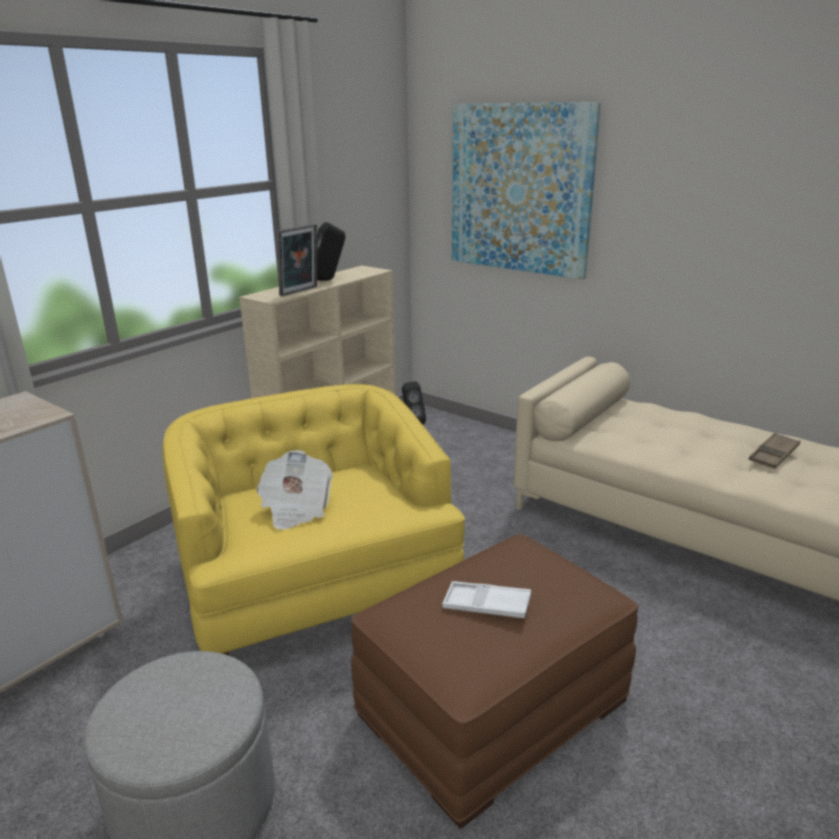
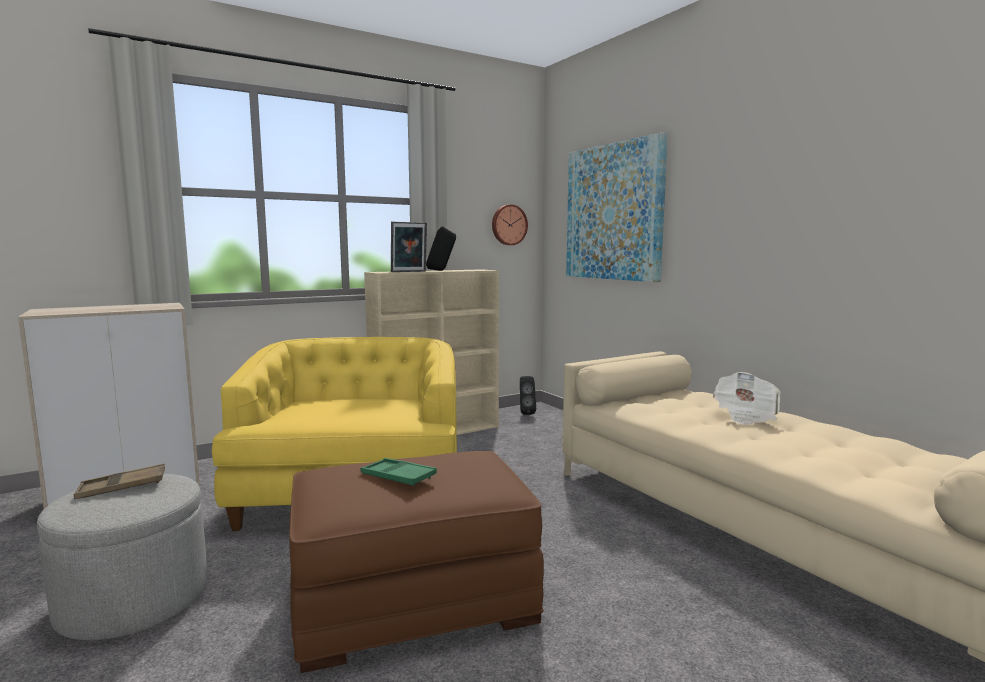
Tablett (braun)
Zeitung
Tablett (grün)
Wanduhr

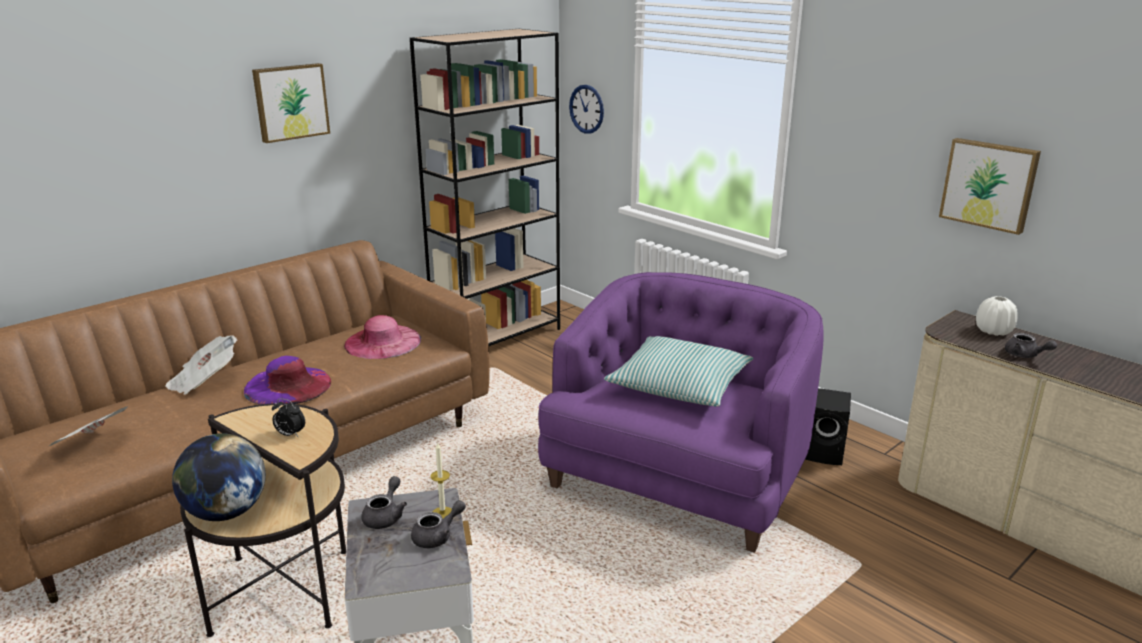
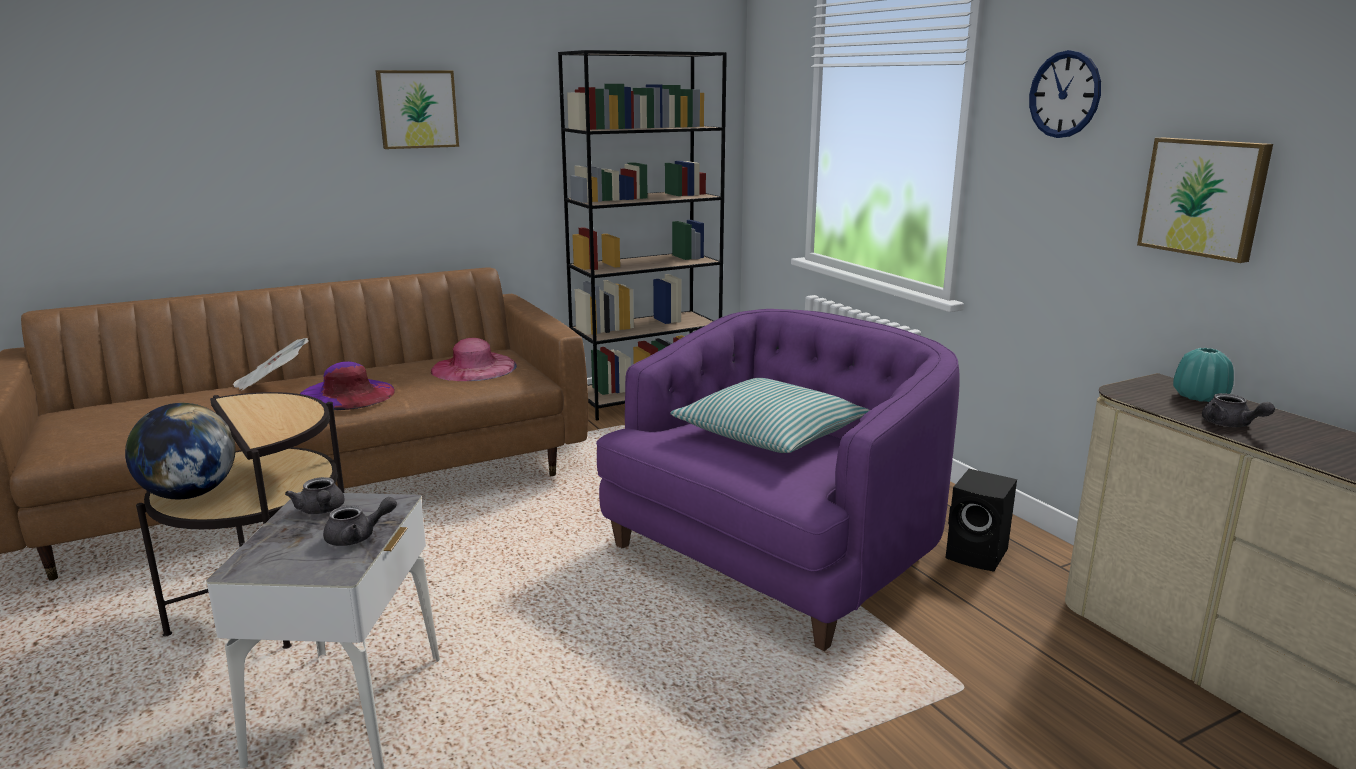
Wanduhr
Vase (türkis)
Wecker
Zeitung (no. 1 from left in the first image)
Kerze
Teekanne (grau) (no. 1 from left)

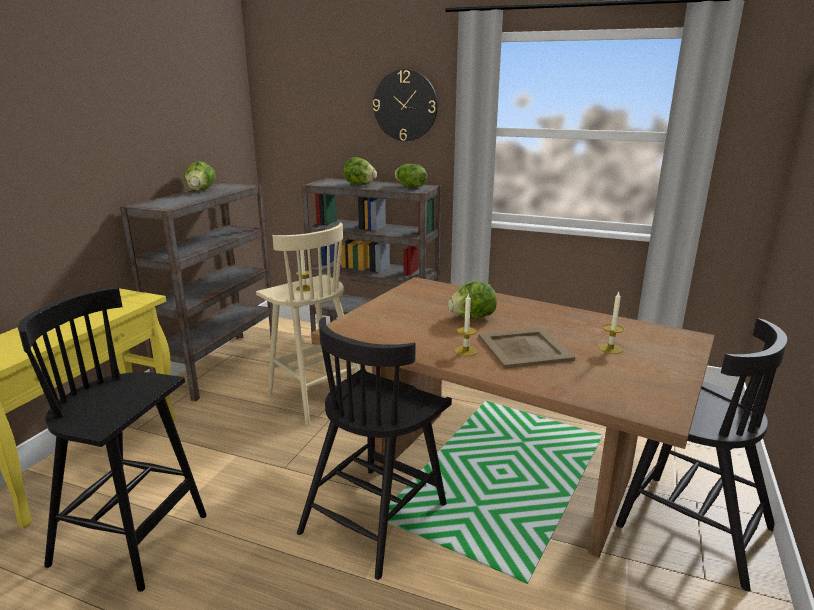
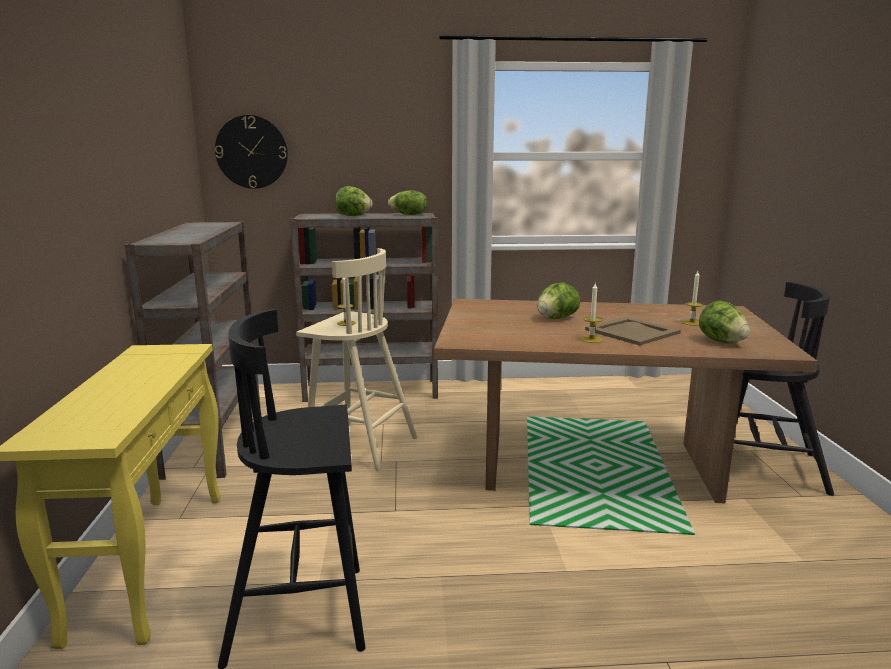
Wanduhr
Salatkopf (no. 4 from left)
Stuhl (schwarz) (no. 1 from left in the first image)

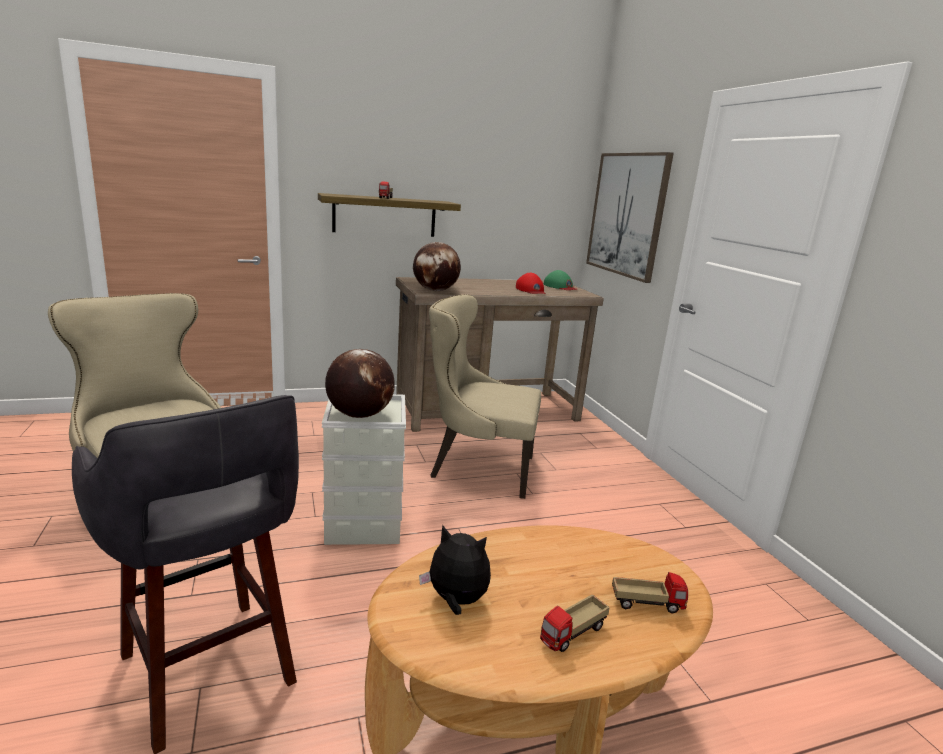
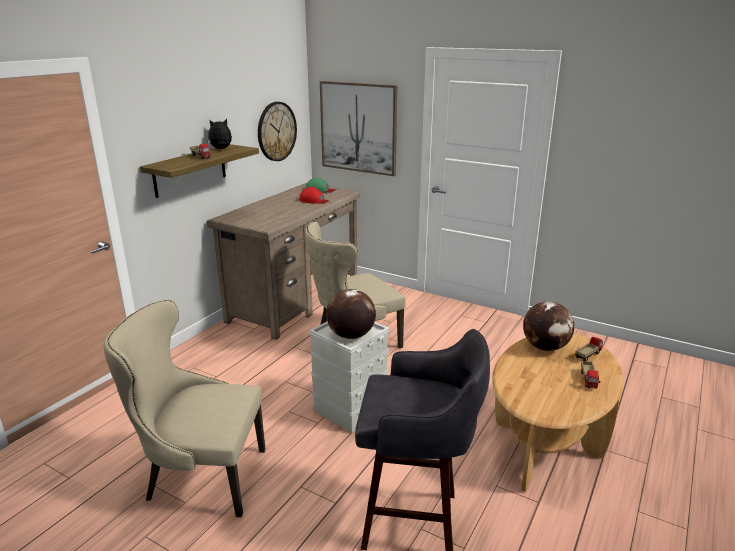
Globus (no. 2 from left)
Plüschtier
Wanduhr

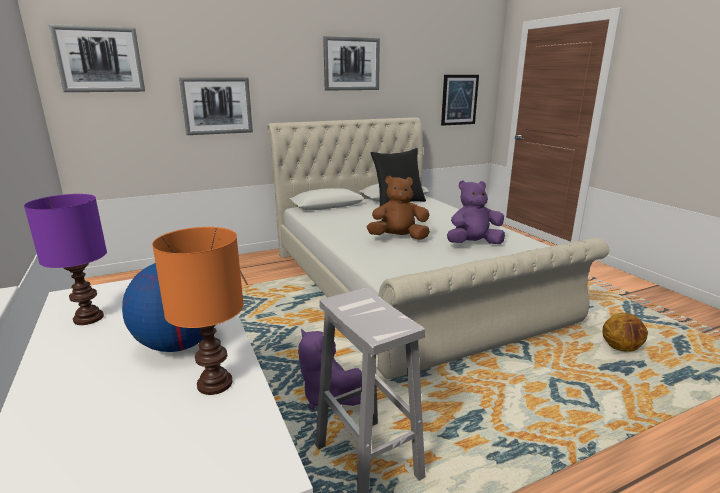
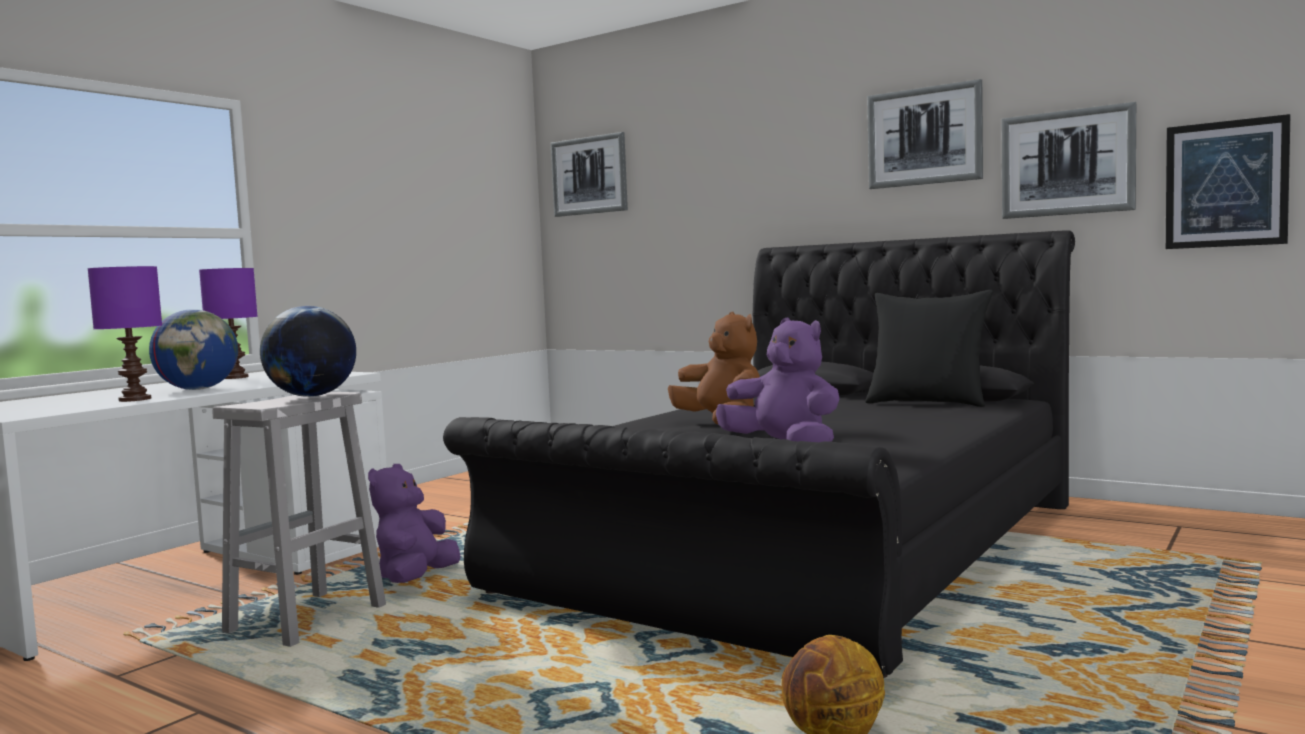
Bild (no. 3 from left)
Bett (schwarz)
Tischlampe (lila) (no. 1 from left)
Globus (no. 2 from left)

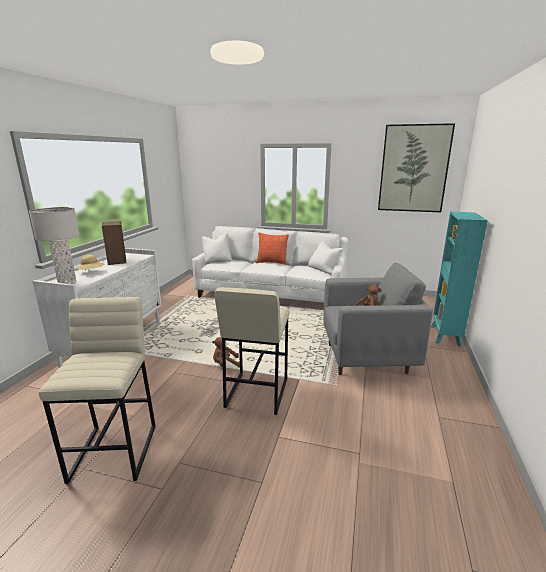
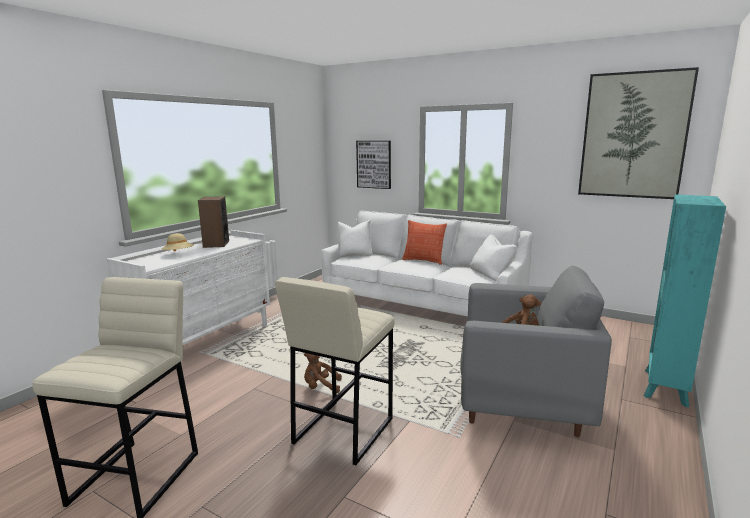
Tischlampe (weiß)
Bild (no. 1 from left)

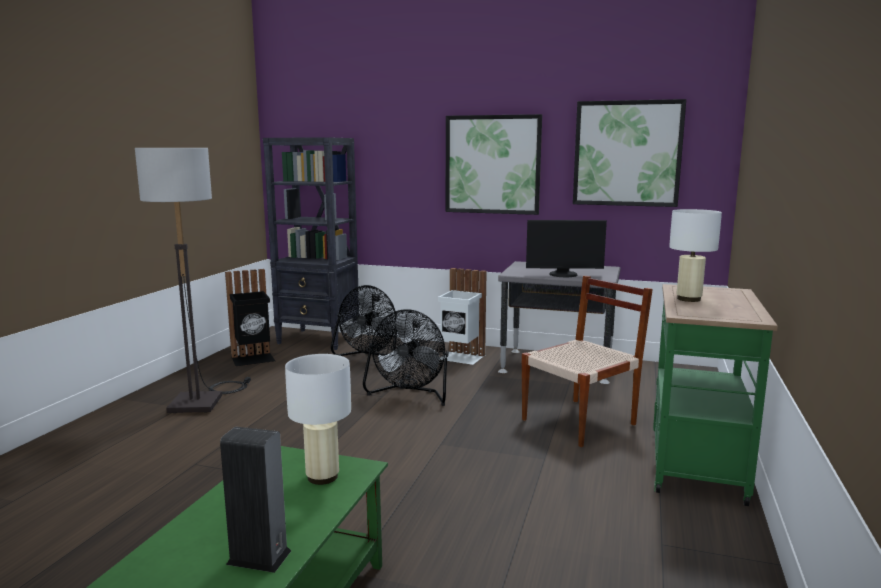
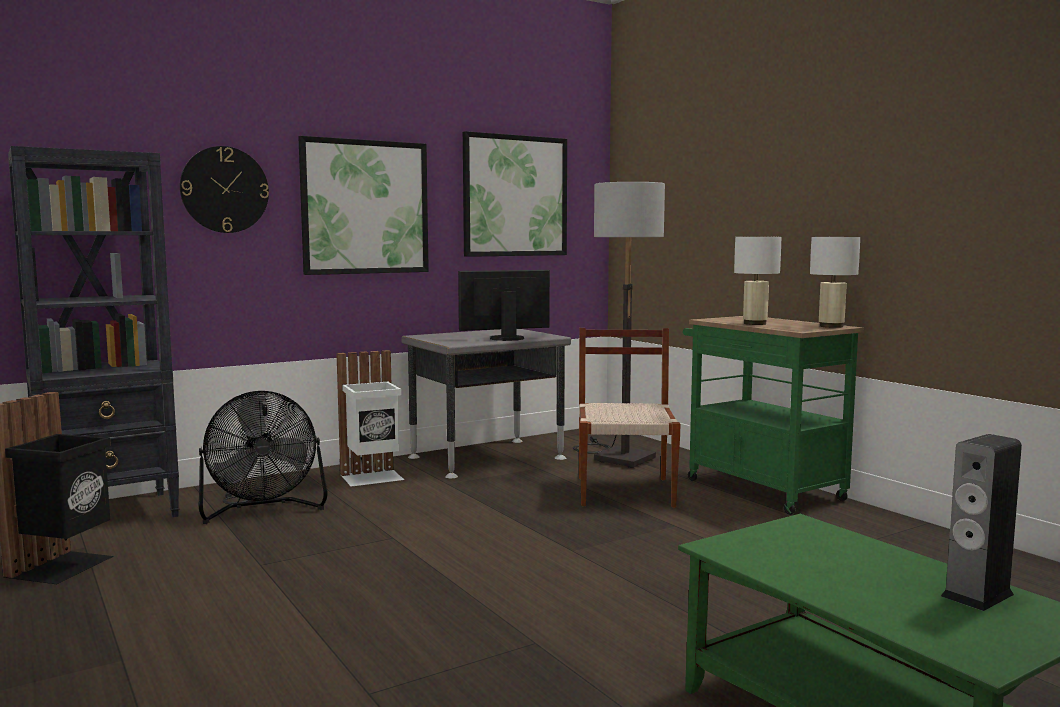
Stehlampe
Monitor
Ventilator (schwarz) (no. 2 from left in the first image)
Tischlampe (weiß) (no. 2 from left)
Wanduhr

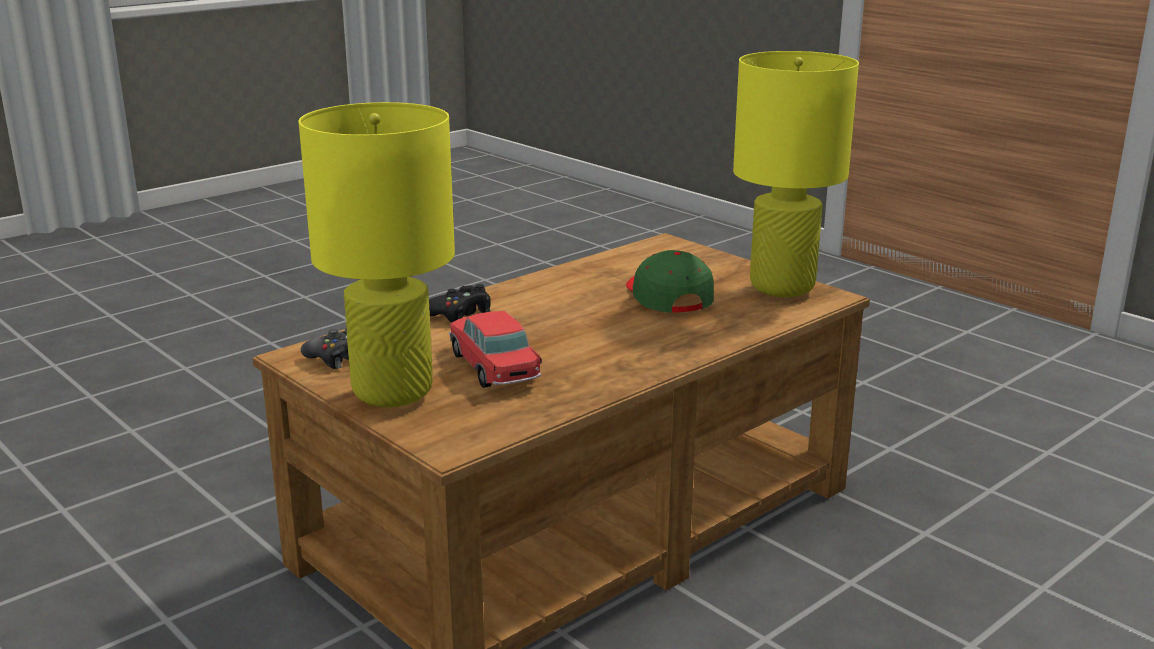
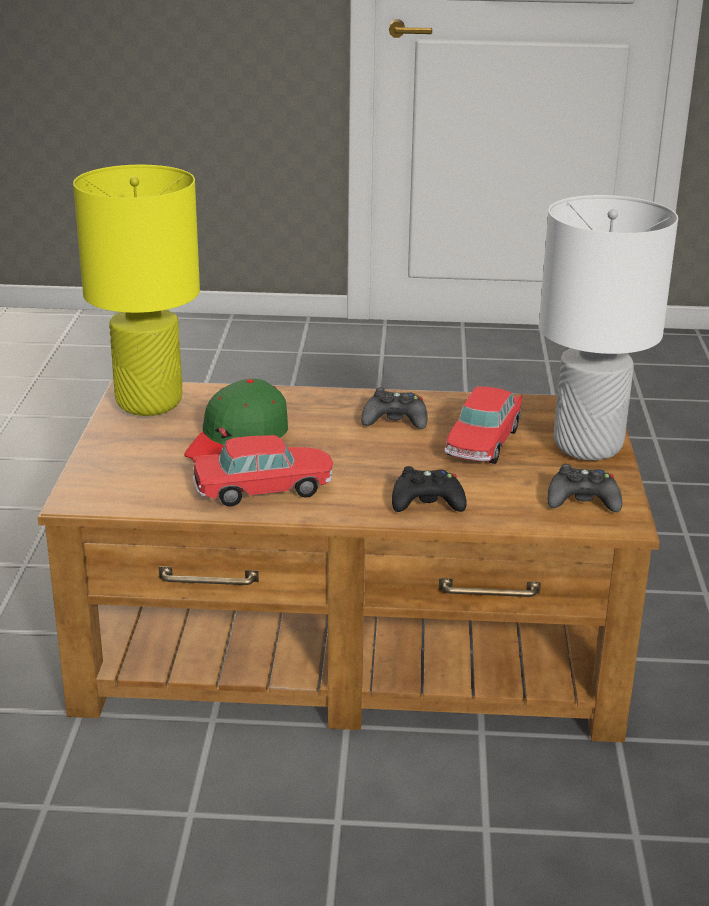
Tischlampe (weiß)
Gamepad (schwarz) (no. 1 from left)
Spielzeugauto (no. 1 from left)

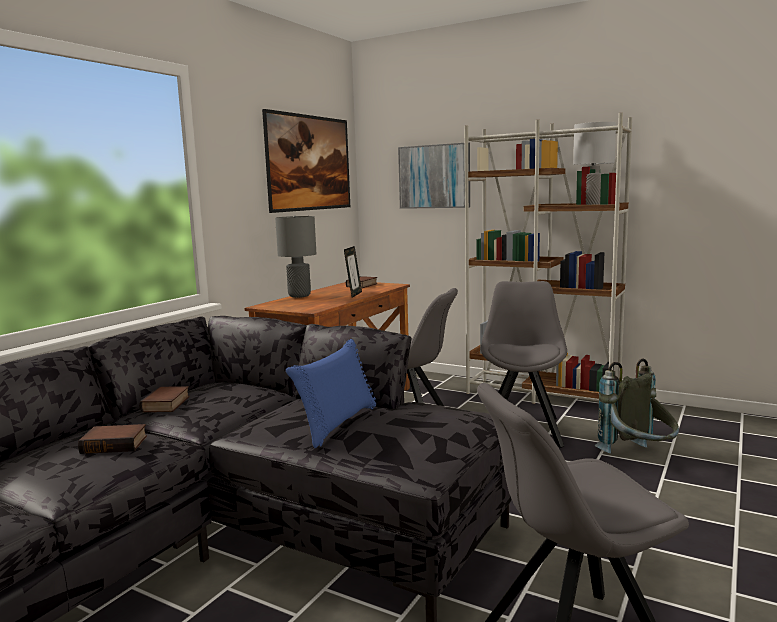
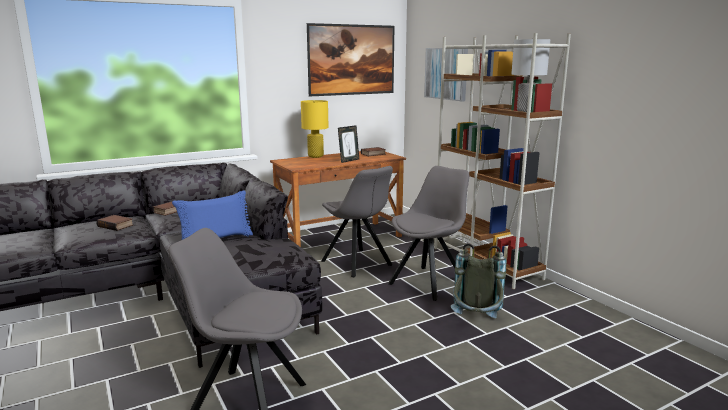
Tischlampe (gelb)

